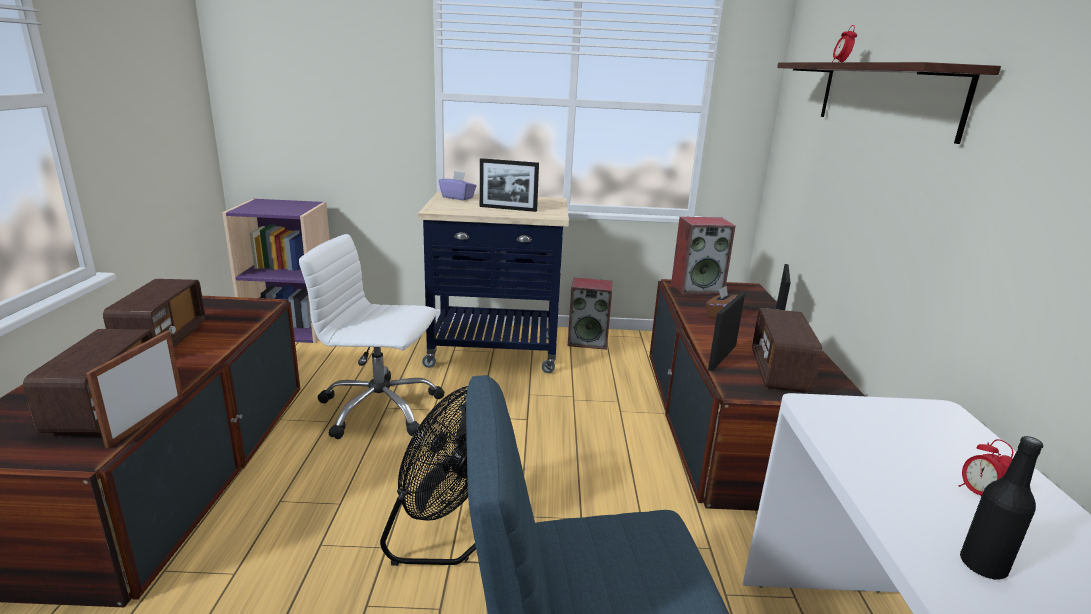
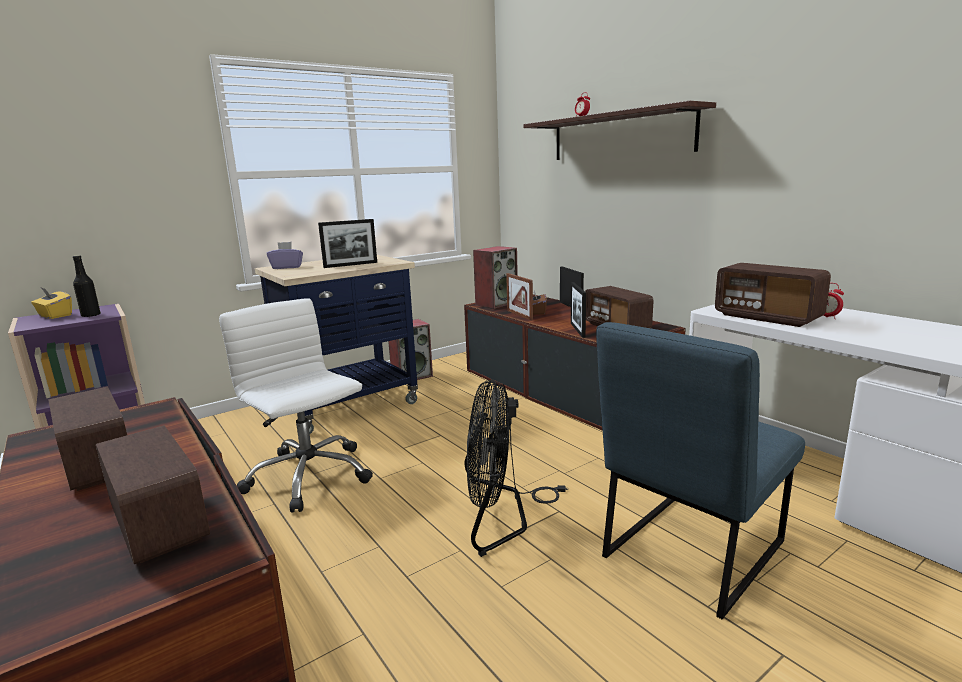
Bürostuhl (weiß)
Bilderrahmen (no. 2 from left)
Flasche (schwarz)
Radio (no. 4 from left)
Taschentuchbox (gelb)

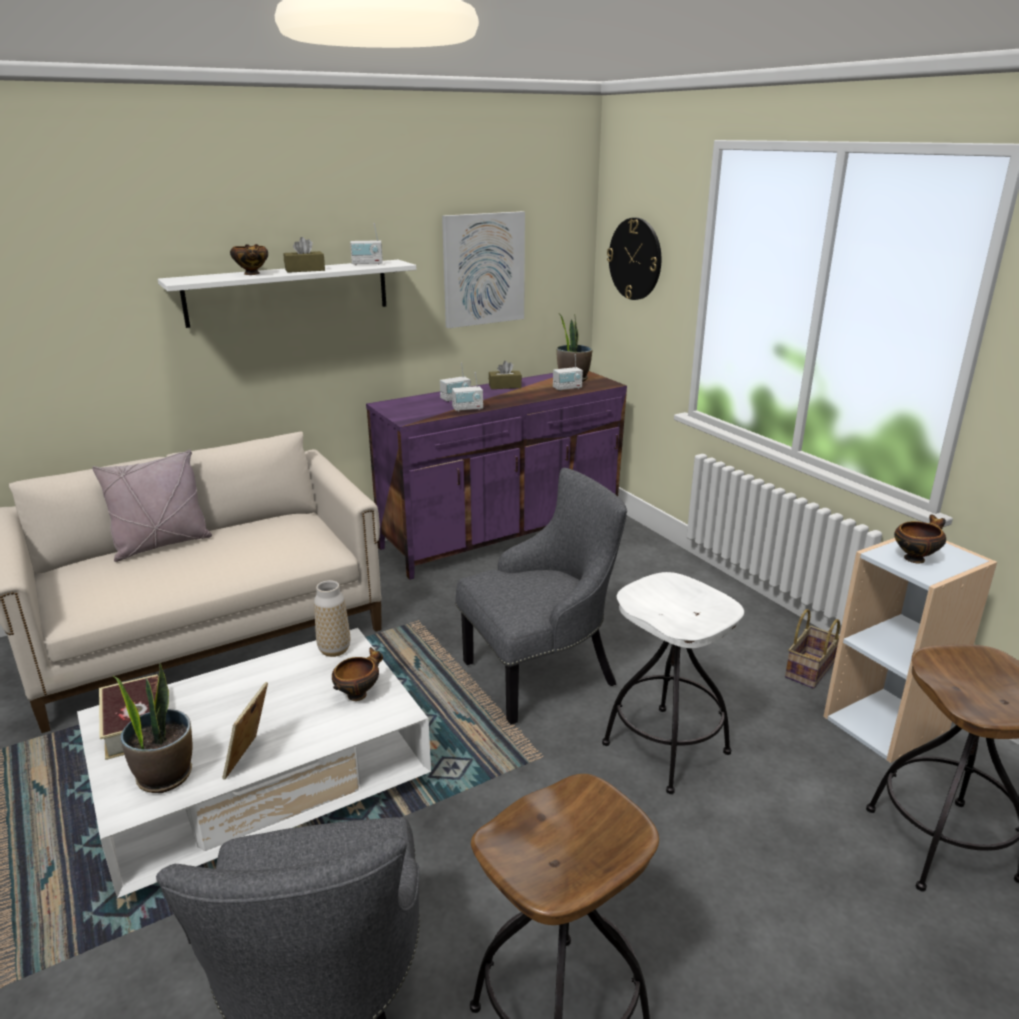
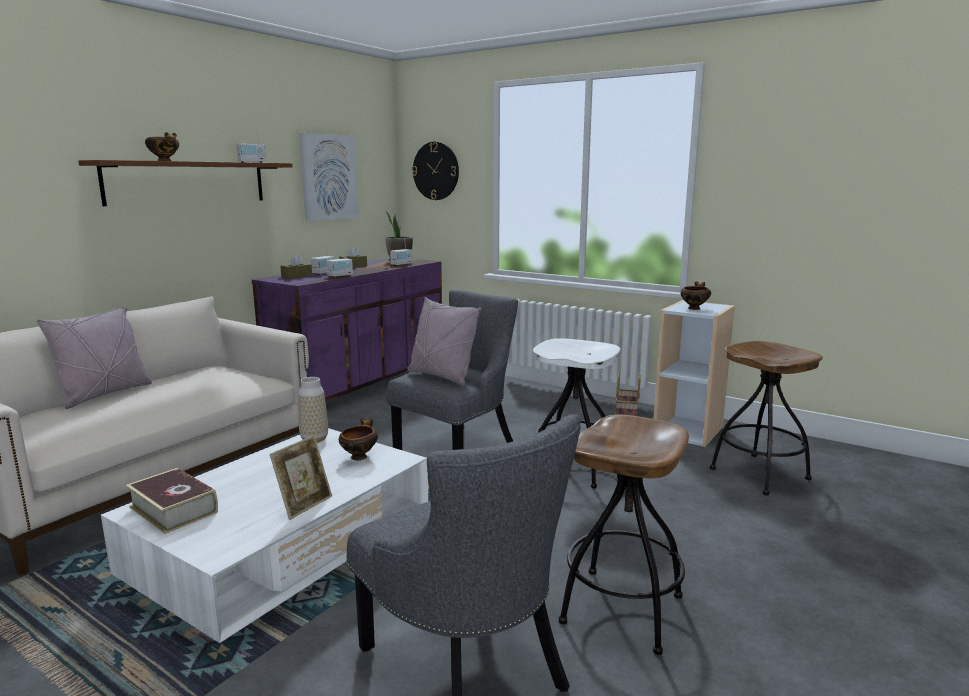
Taschentuchbox (braun) (no. 1 from left)
Wandregal (braun)
Topfpflanze (no. 1 from left in the first image)
Bilderrahmen
Kissen (lila) (no. 2 from left)

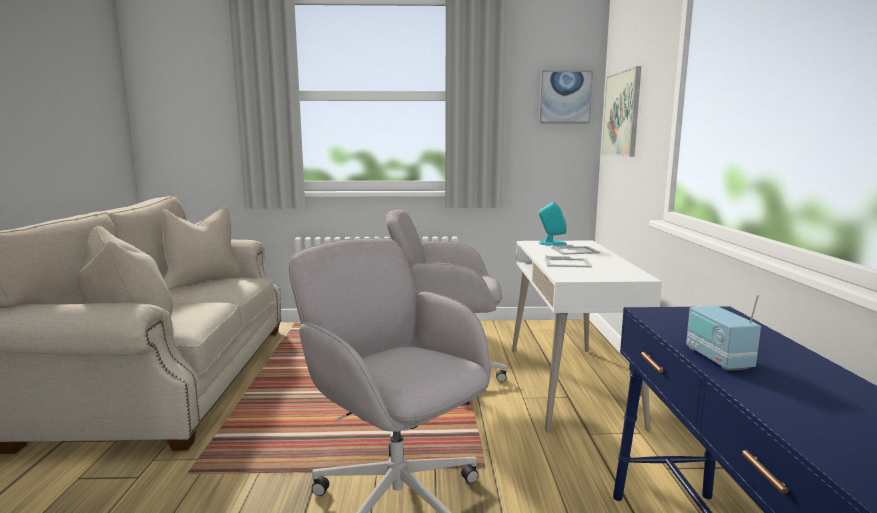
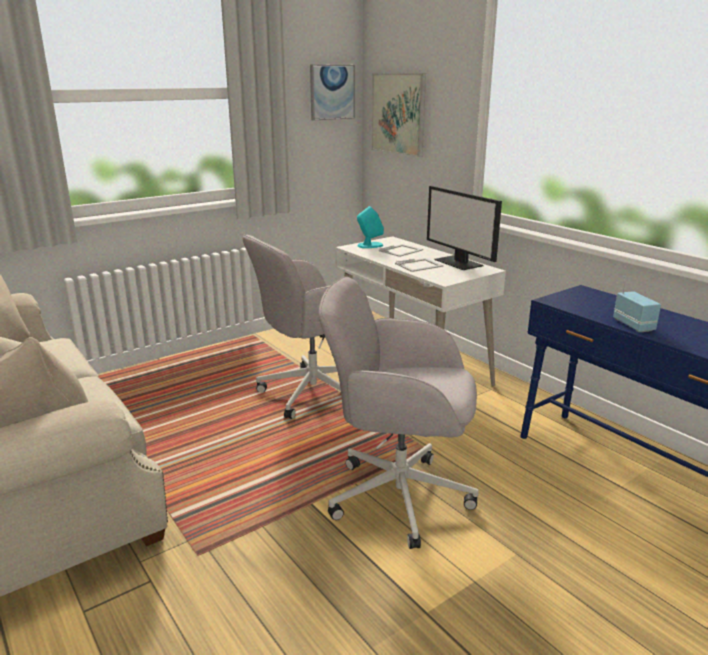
Radio
Monitor

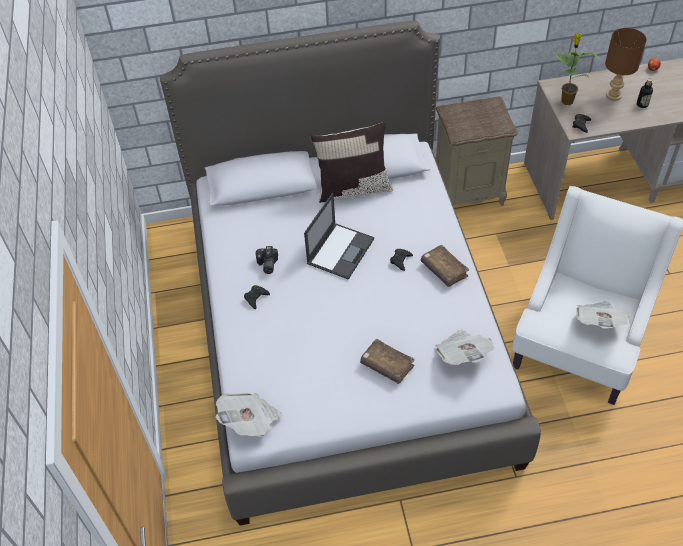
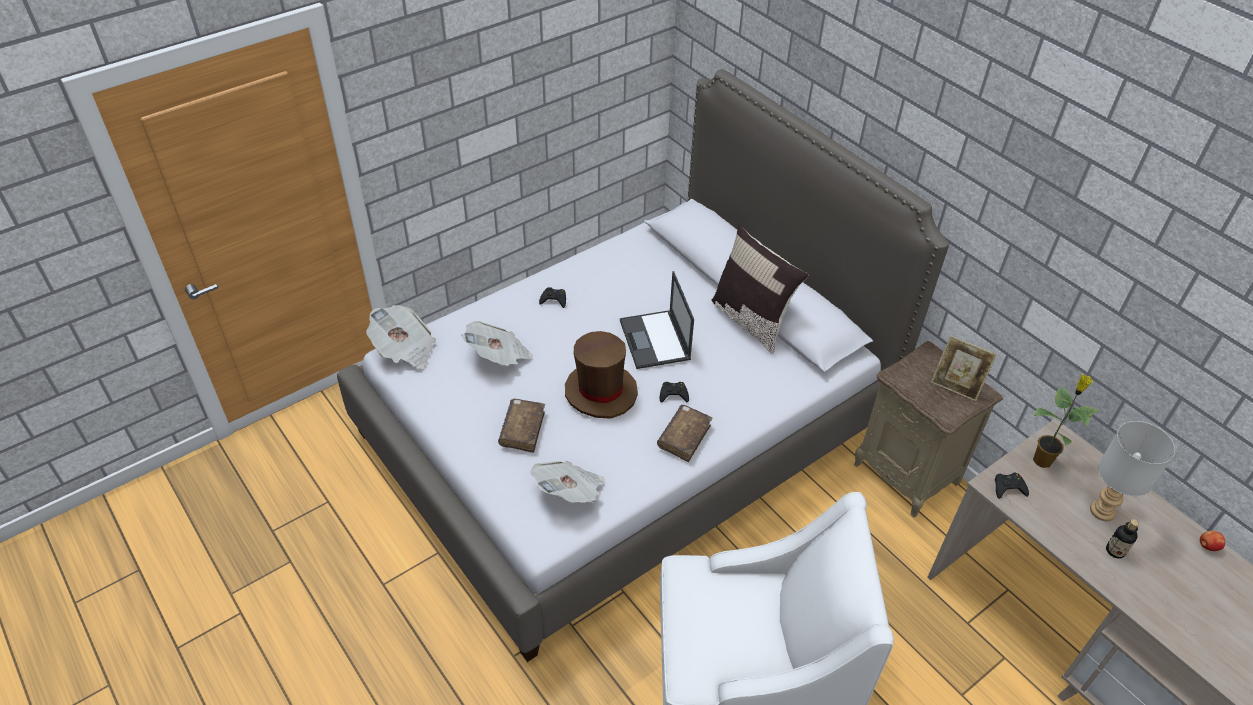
Tischlampe (grau)
Laptop
Kamera
Zeitung (no. 2 from left)
Hut (braun)
Bilderrahmen

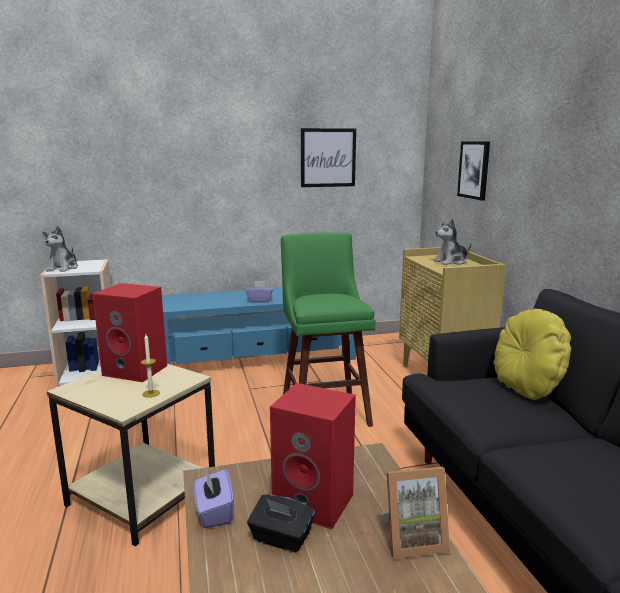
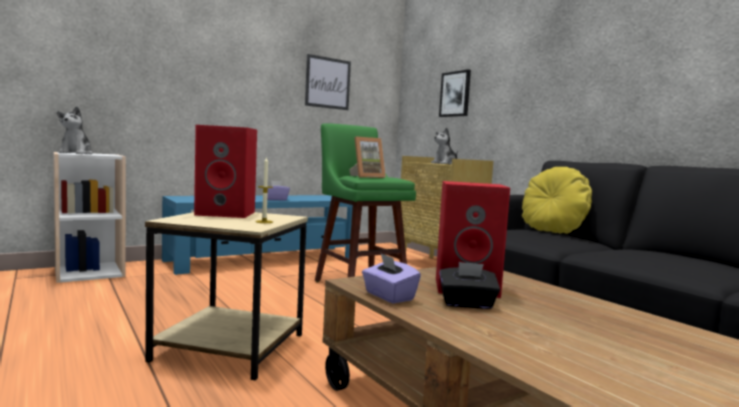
Bilderrahmen

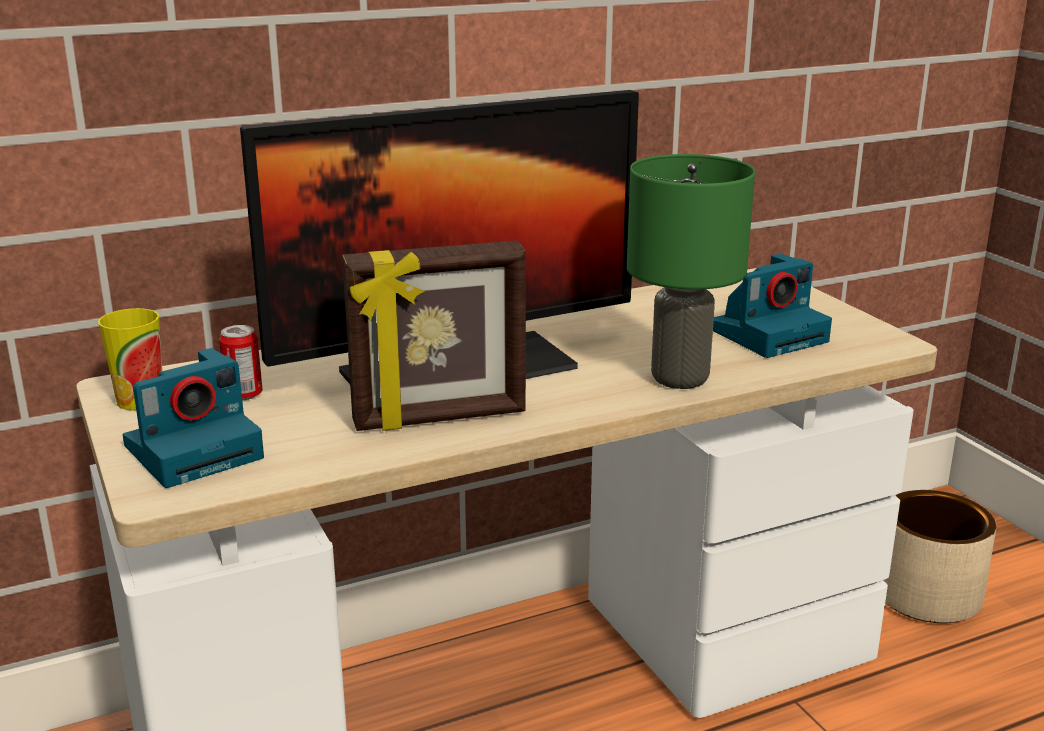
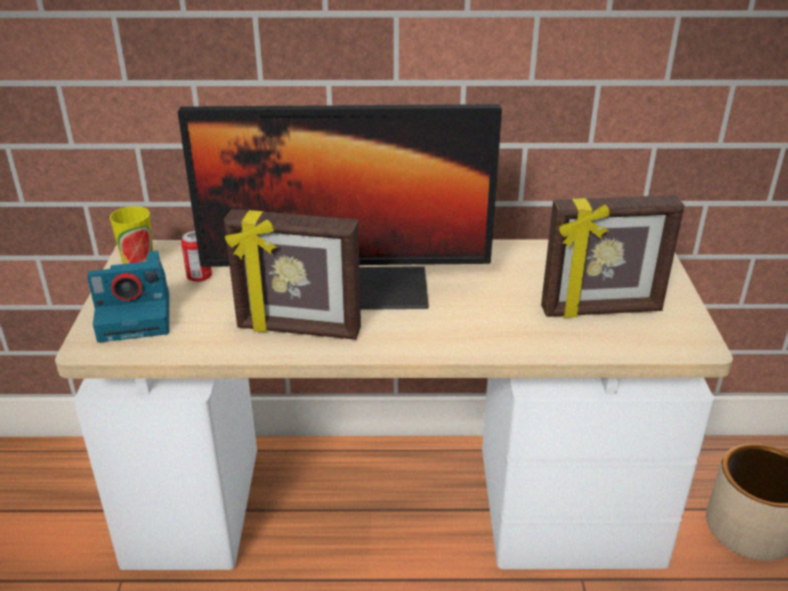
Tischlampe (grün)
Bilderrahmen (no. 2 from left)

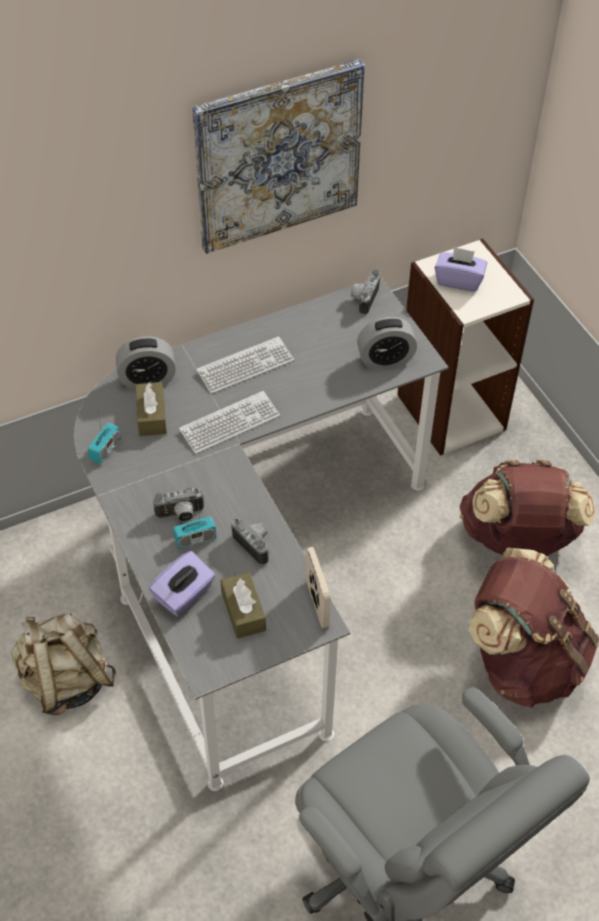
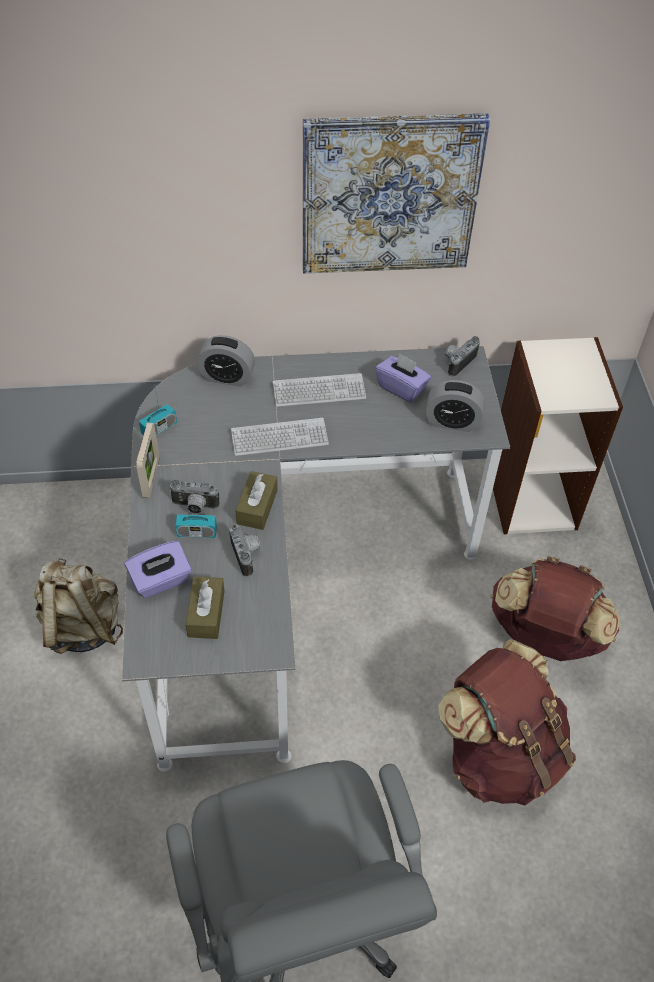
Taschentuchbox (lila) (no. 2 from left)
Taschentuchbox (braun) (no. 2 from left)
Bilderrahmen

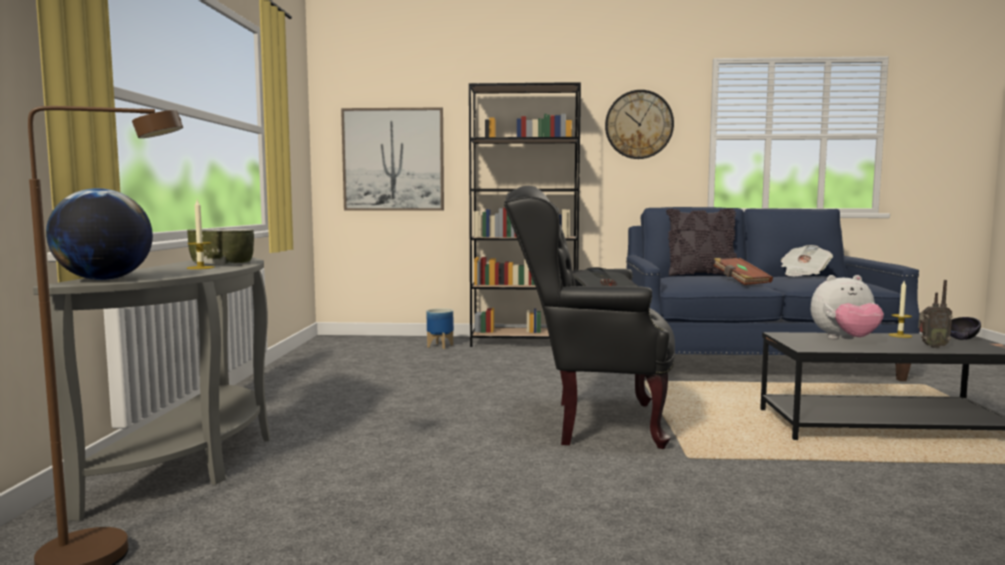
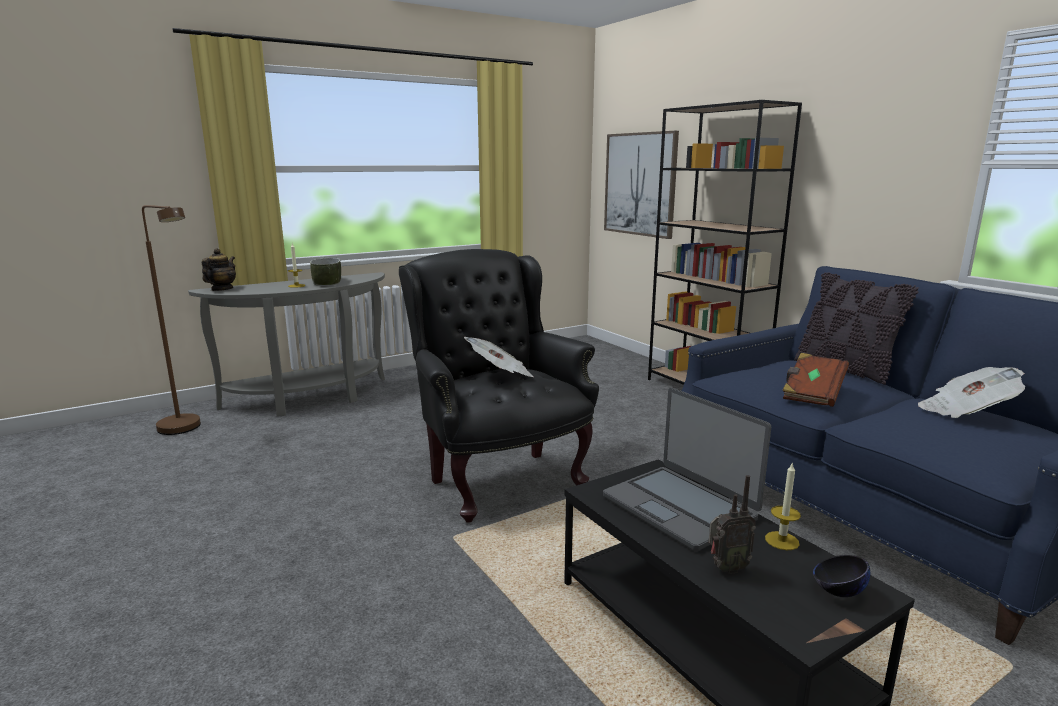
Wanduhr
Teekanne
Laptop
Radio
Pflanzkübel

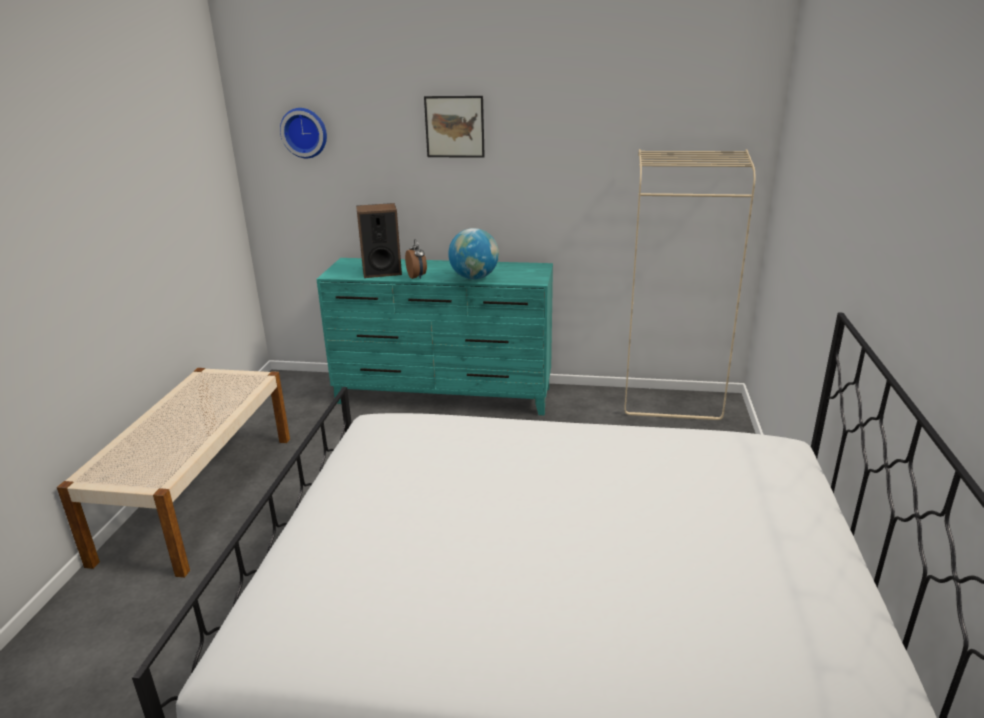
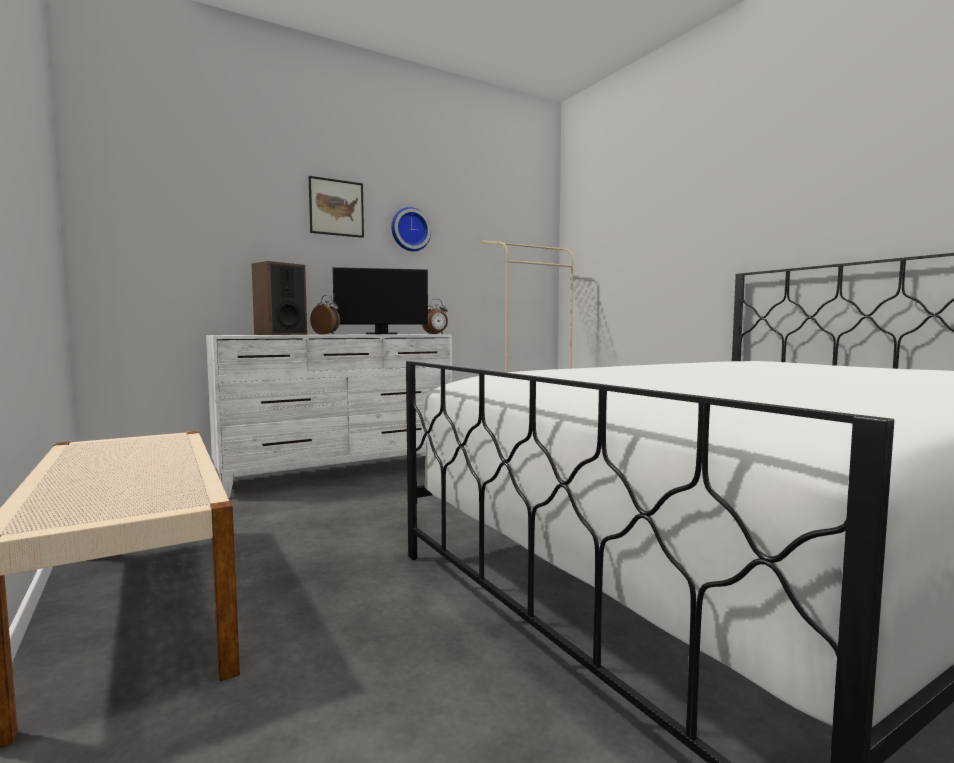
Wanduhr
Monitor
Kommode (weiß)
Wecker (no. 2 from left)

